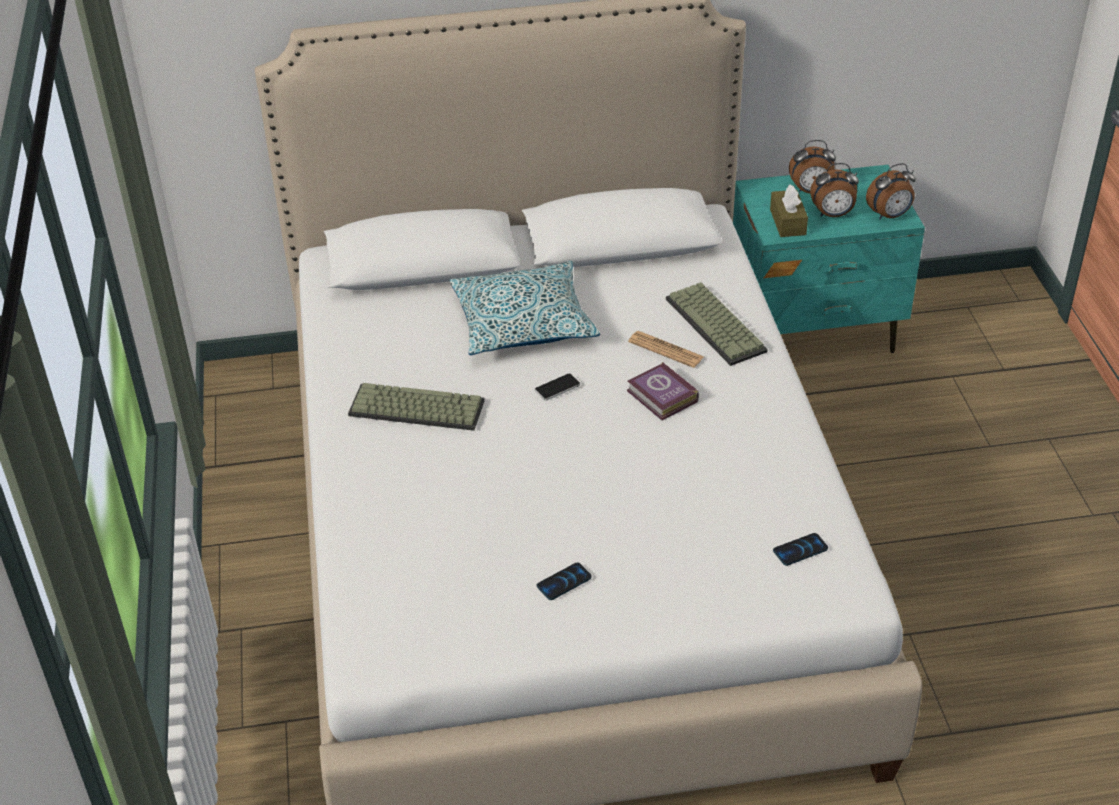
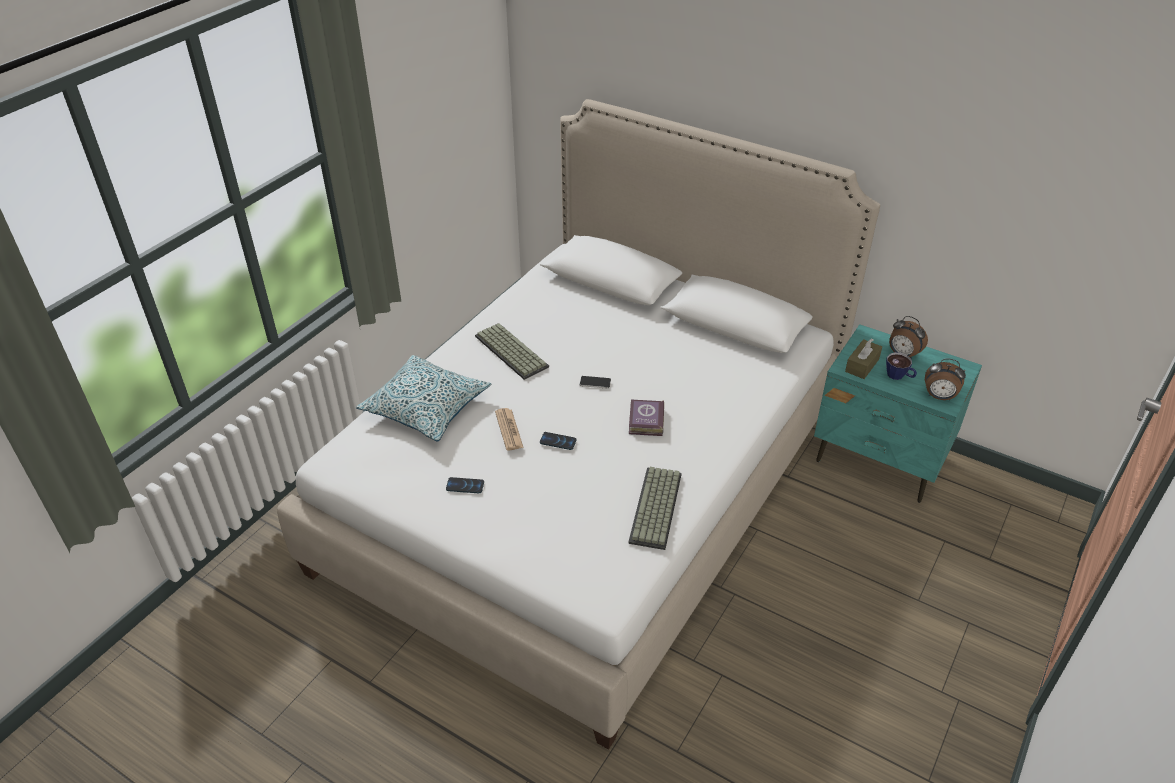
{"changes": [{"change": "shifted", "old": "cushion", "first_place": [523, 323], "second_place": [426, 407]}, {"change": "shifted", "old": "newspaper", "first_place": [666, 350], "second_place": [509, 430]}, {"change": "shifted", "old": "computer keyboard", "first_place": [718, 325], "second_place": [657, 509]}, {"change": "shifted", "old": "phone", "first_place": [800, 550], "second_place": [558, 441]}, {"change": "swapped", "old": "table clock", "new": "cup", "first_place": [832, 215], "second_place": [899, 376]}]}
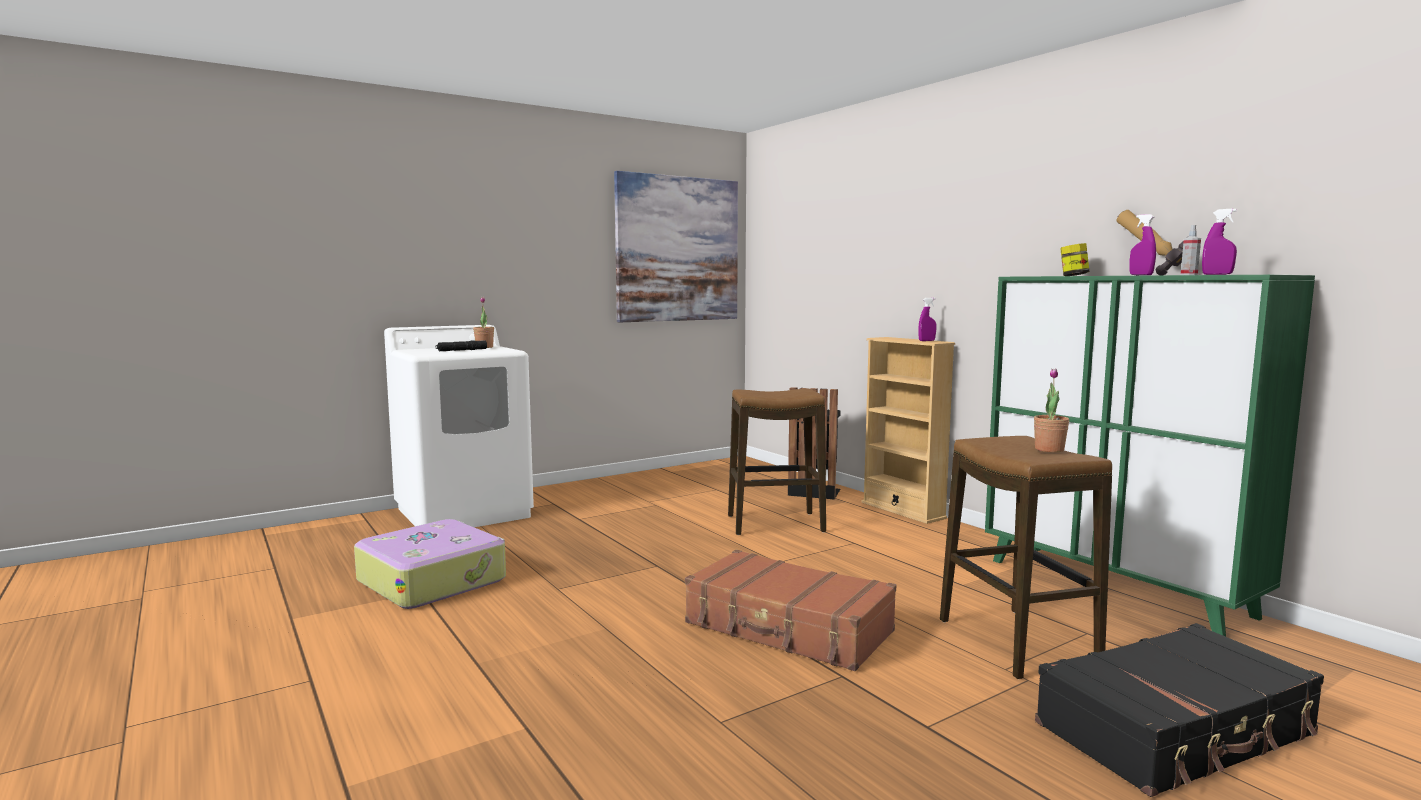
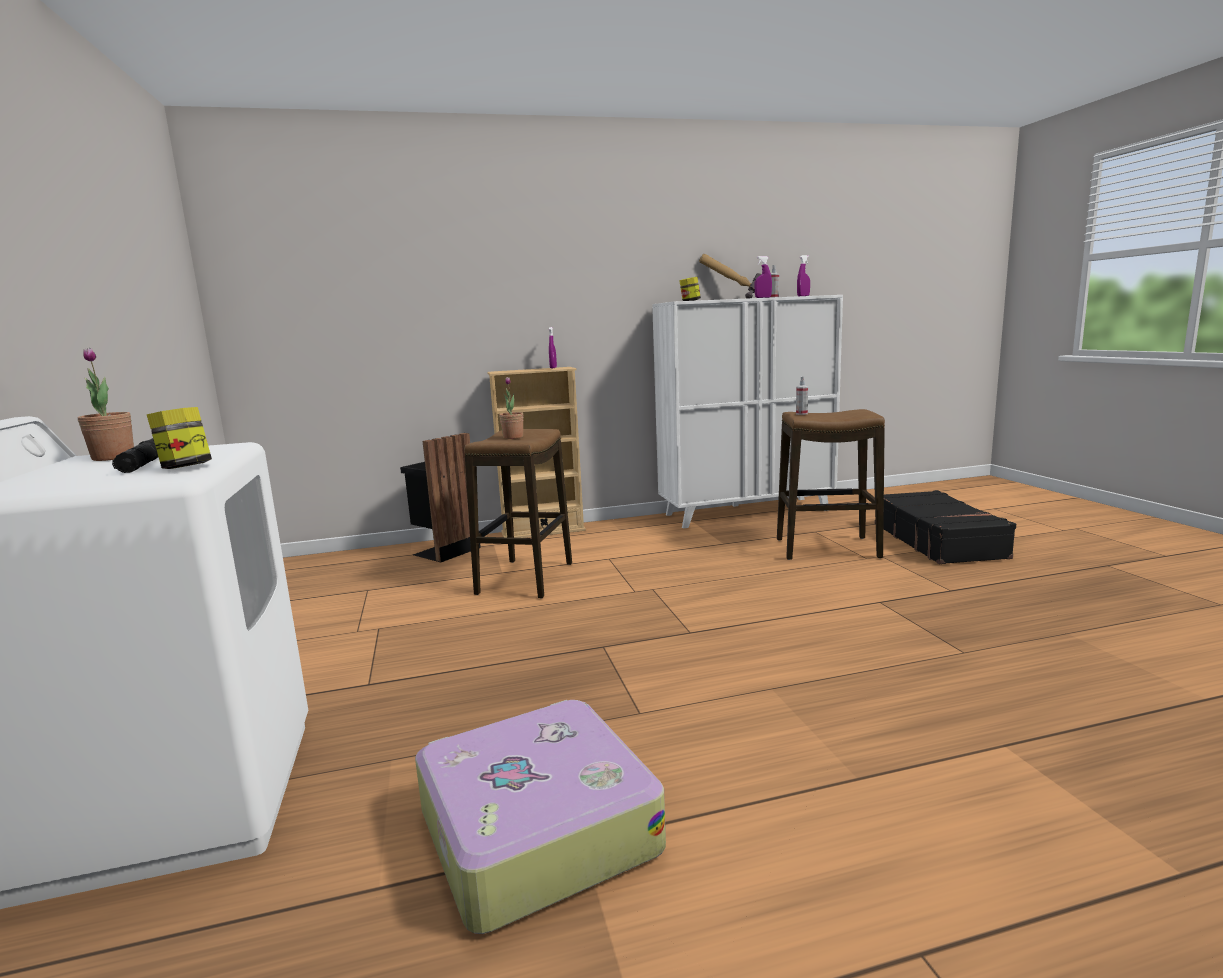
{"changes": [{"change": "gone", "old": "wall art", "first_place": [677, 249]}, {"change": "gone", "old": "brown-coloured travel case", "first_place": [788, 628]}, {"change": "new", "new": "preserve jar", "second_place": [186, 468]}, {"change": "new", "new": "sprayer", "second_place": [801, 414]}, {"change": "shifted", "old": "houseplant", "first_place": [1049, 449], "second_place": [513, 437]}, {"change": "repainted", "old": "greenish cabinet", "new": "whitish cabinet", "first_place": [1116, 587], "second_place": [747, 512]}]}
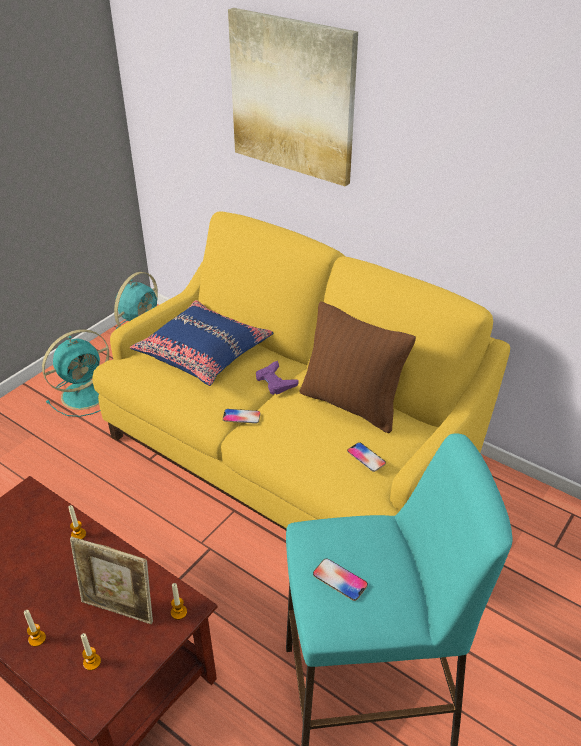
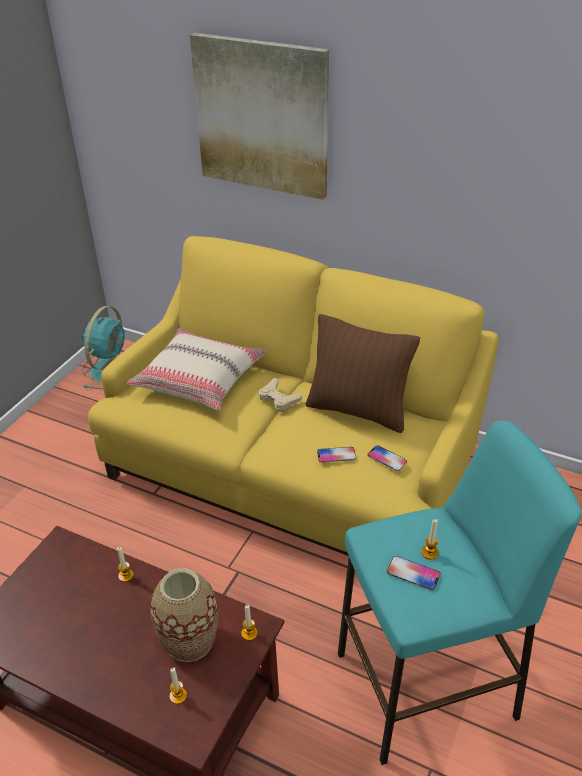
{"changes": [{"change": "gone", "old": "turquoise electric fan", "first_place": [86, 393]}, {"change": "shifted", "old": "wax light", "first_place": [37, 639], "second_place": [429, 552]}, {"change": "shifted", "old": "phone", "first_place": [241, 416], "second_place": [336, 455]}, {"change": "swapped", "old": "photo frame", "new": "decorative vase", "first_place": [119, 609], "second_place": [190, 640]}, {"change": "repainted", "old": "blue-coloured cushion", "new": "beige cushion", "first_place": [204, 353], "second_place": [199, 379]}, {"change": "repainted", "old": "purple-coloured game controller", "new": "beige game controller", "first_place": [275, 382], "second_place": [278, 398]}]}
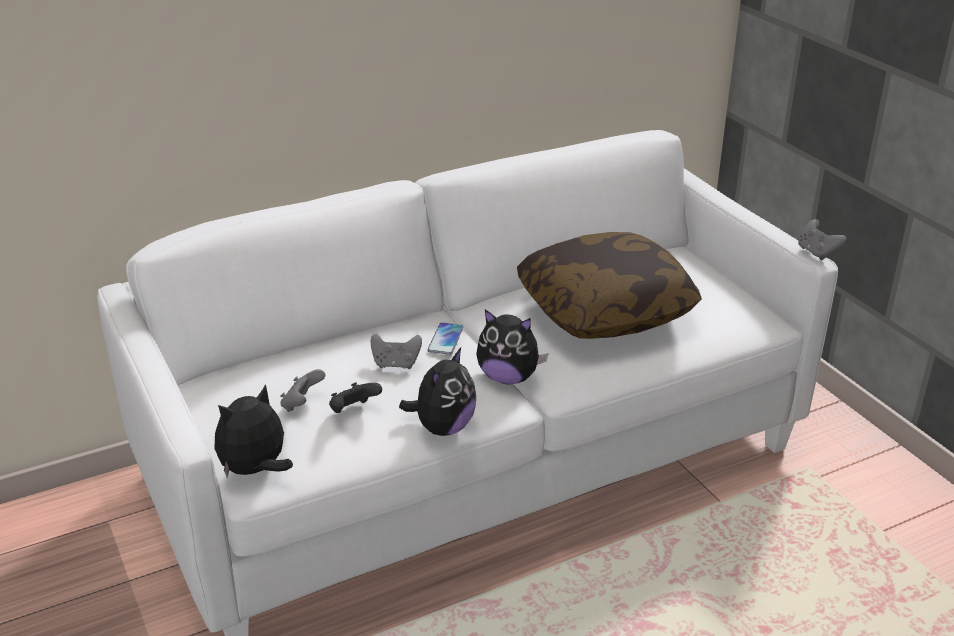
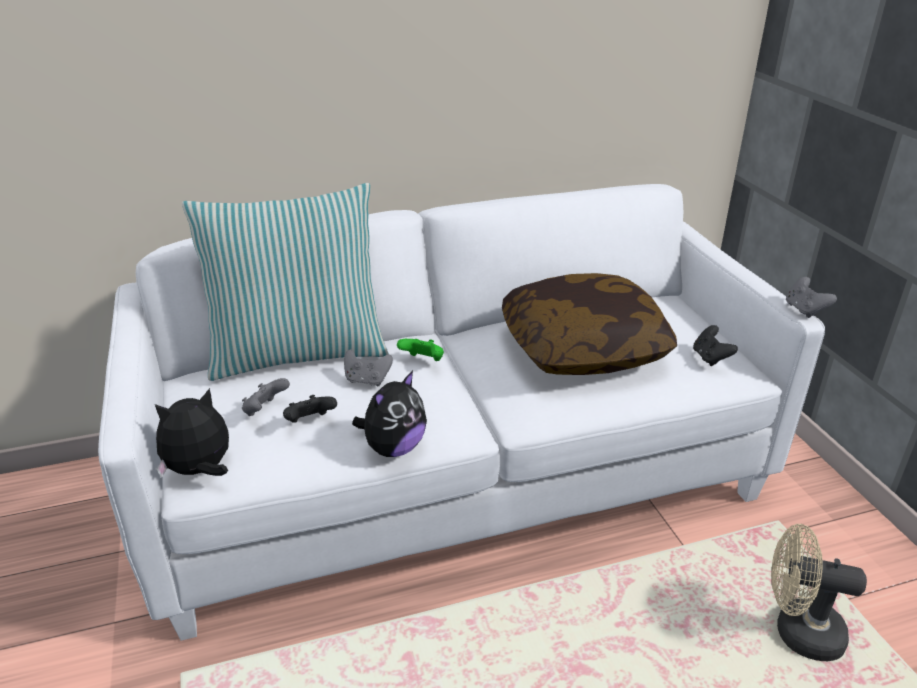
{"changes": [{"change": "gone", "old": "cuddly toy", "first_place": [508, 378]}, {"change": "new", "new": "cushion", "second_place": [298, 352]}, {"change": "new", "new": "blackish game controller", "second_place": [710, 358]}, {"change": "new", "new": "beige electric fan", "second_place": [797, 632]}, {"change": "swapped", "old": "phone", "new": "greenish game controller", "first_place": [445, 339], "second_place": [423, 361]}]}
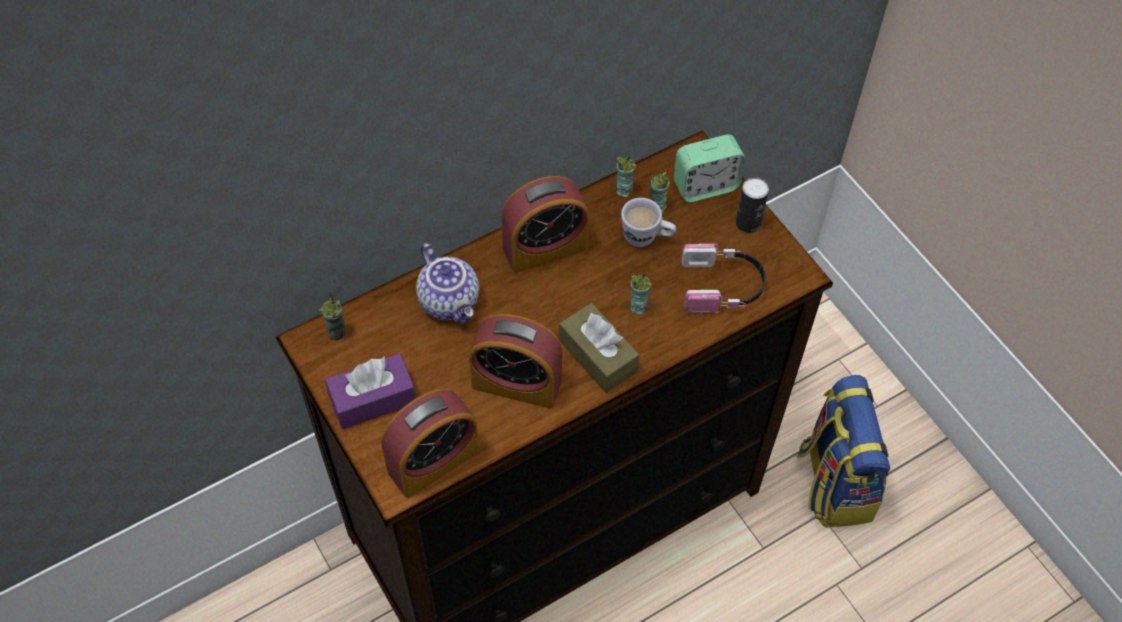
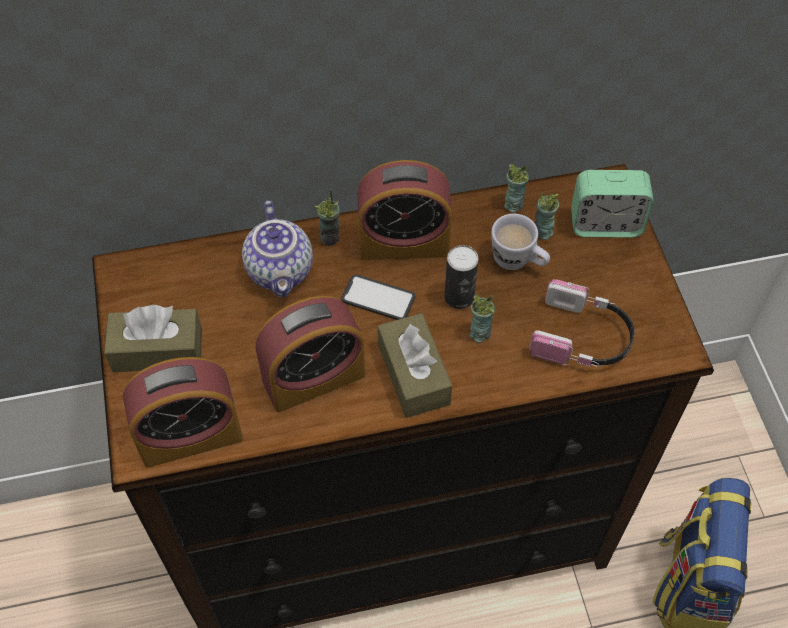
{"changes": [{"change": "new", "new": "phone", "second_place": [378, 298]}, {"change": "shifted", "old": "cup", "first_place": [337, 332], "second_place": [330, 237]}, {"change": "shifted", "old": "can", "first_place": [748, 223], "second_place": [459, 297]}, {"change": "repainted", "old": "purple-coloured box of tissues", "new": "brown-coloured box of tissues", "first_place": [373, 399], "second_place": [157, 350]}, {"change": "rotated", "old": "table clock", "first_place": [516, 383], "second_place": [313, 378], "degrees": -60}]}
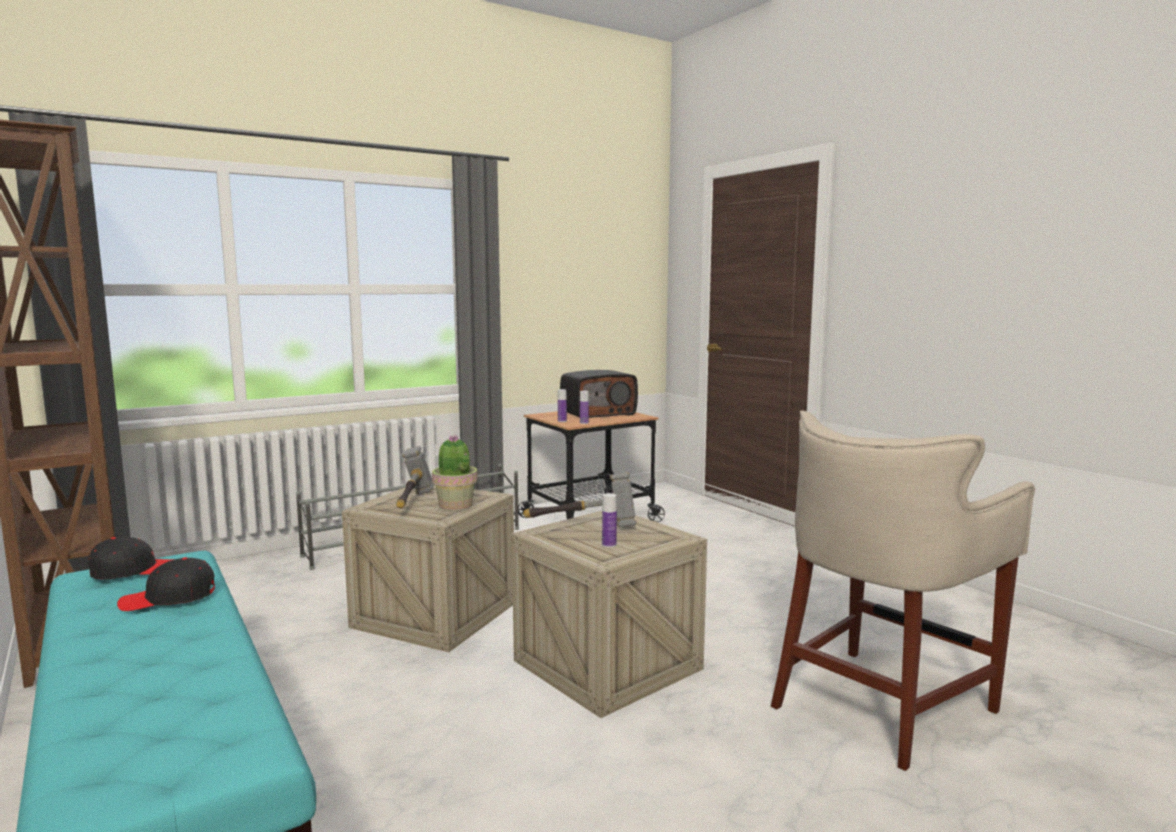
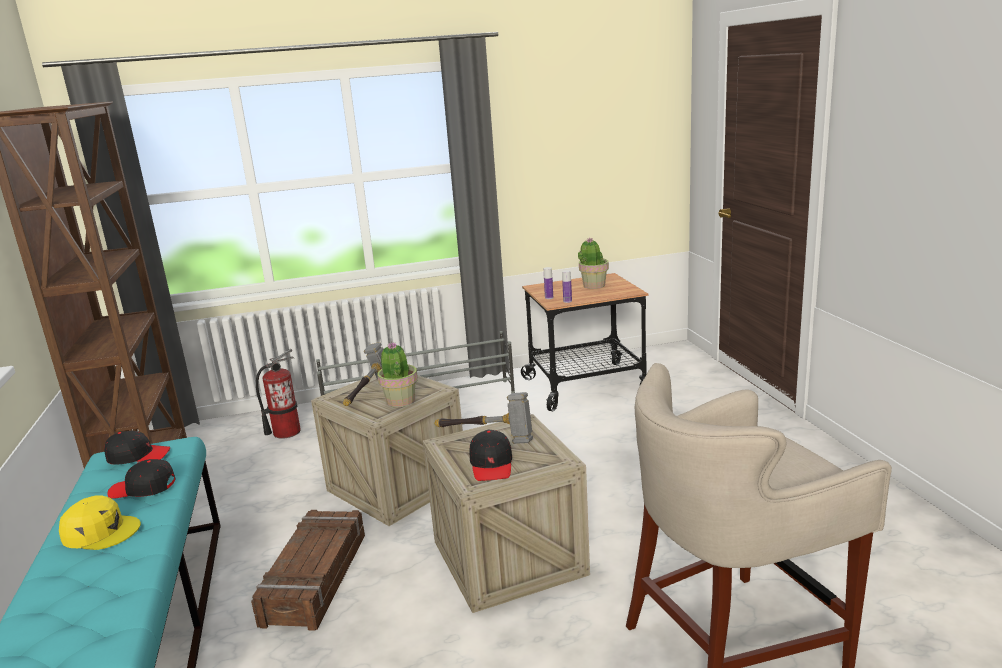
{"changes": [{"change": "new", "new": "yellow-coloured baseball cap", "second_place": [101, 532]}, {"change": "new", "new": "crate", "second_place": [316, 578]}, {"change": "new", "new": "extinguisher", "second_place": [286, 432]}, {"change": "swapped", "old": "radio receiver", "new": "houseplant", "first_place": [598, 413], "second_place": [593, 285]}, {"change": "swapped", "old": "drink bottle", "new": "blackish baseball cap", "first_place": [609, 545], "second_place": [491, 464]}]}
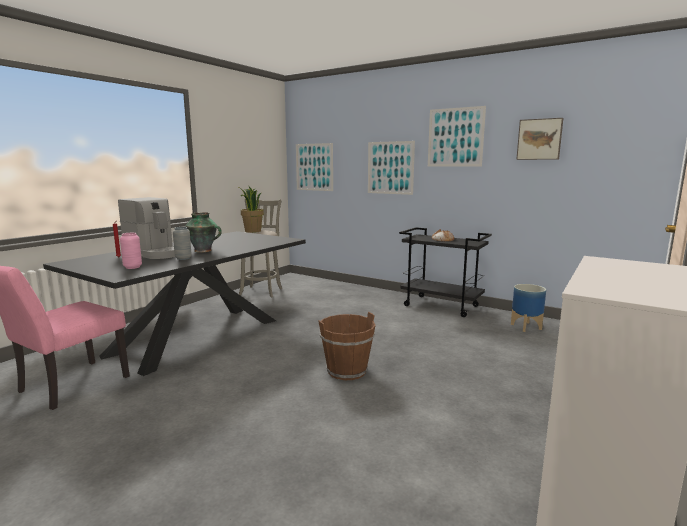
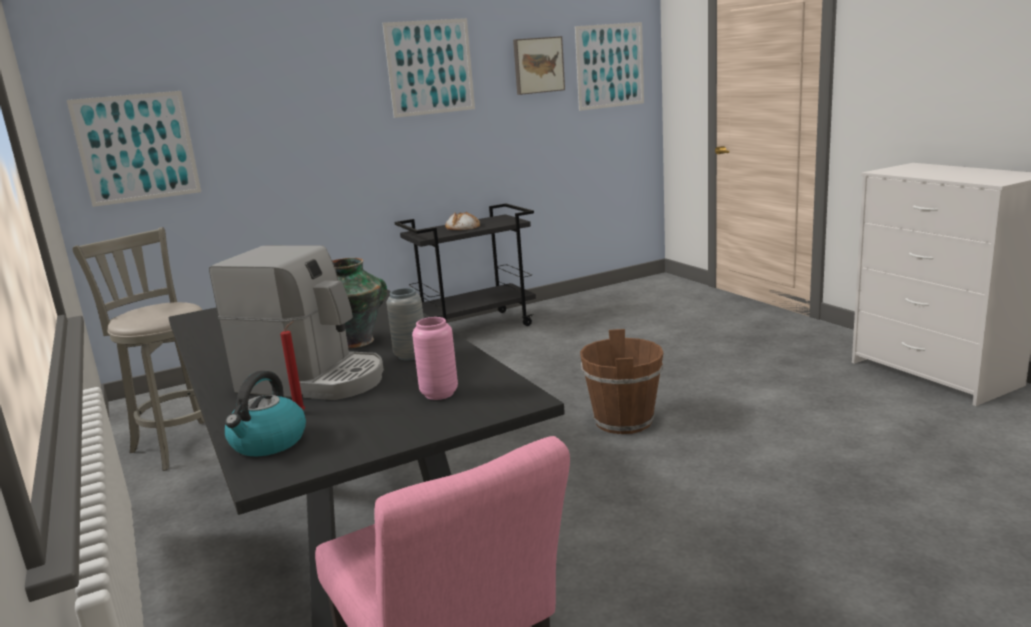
{"changes": [{"change": "gone", "old": "houseplant", "first_place": [252, 231]}, {"change": "gone", "old": "plant pot", "first_place": [526, 327]}, {"change": "new", "new": "tea kettle", "second_place": [268, 443]}, {"change": "shifted", "old": "wall art", "first_place": [390, 168], "second_place": [610, 66]}, {"change": "rotated", "old": "coffee machine", "first_place": [155, 253], "second_place": [314, 380], "degrees": 45}]}
